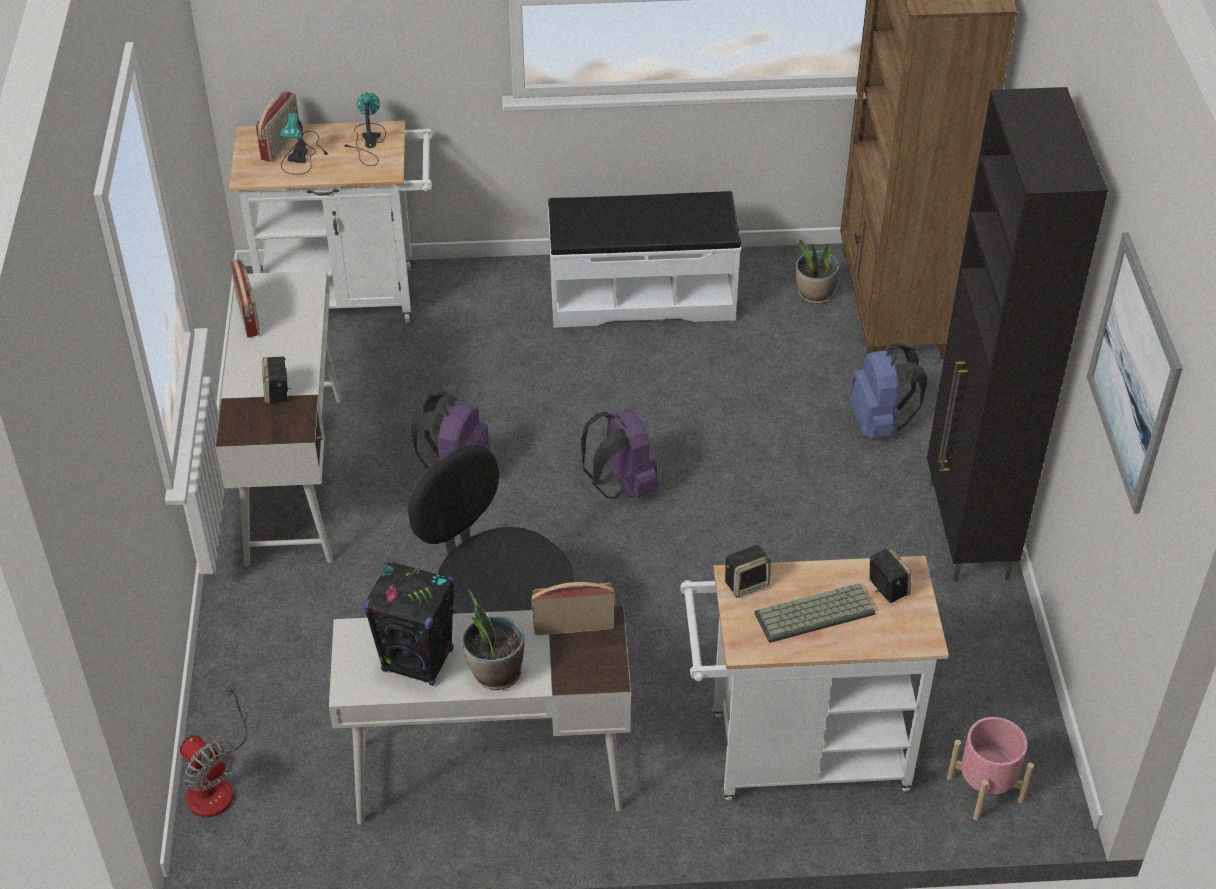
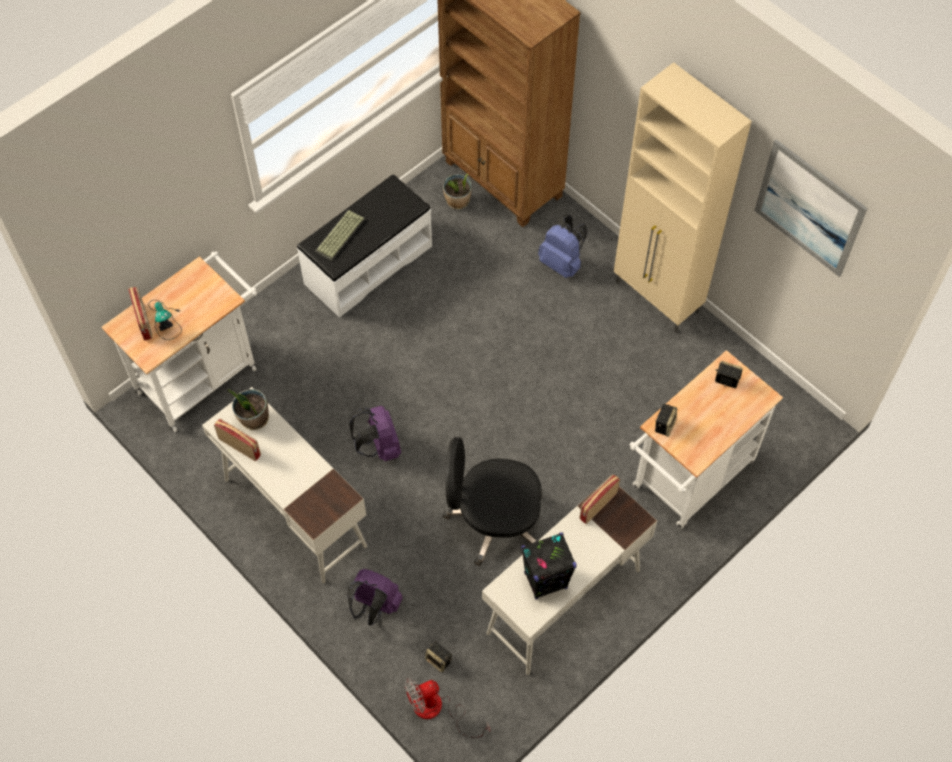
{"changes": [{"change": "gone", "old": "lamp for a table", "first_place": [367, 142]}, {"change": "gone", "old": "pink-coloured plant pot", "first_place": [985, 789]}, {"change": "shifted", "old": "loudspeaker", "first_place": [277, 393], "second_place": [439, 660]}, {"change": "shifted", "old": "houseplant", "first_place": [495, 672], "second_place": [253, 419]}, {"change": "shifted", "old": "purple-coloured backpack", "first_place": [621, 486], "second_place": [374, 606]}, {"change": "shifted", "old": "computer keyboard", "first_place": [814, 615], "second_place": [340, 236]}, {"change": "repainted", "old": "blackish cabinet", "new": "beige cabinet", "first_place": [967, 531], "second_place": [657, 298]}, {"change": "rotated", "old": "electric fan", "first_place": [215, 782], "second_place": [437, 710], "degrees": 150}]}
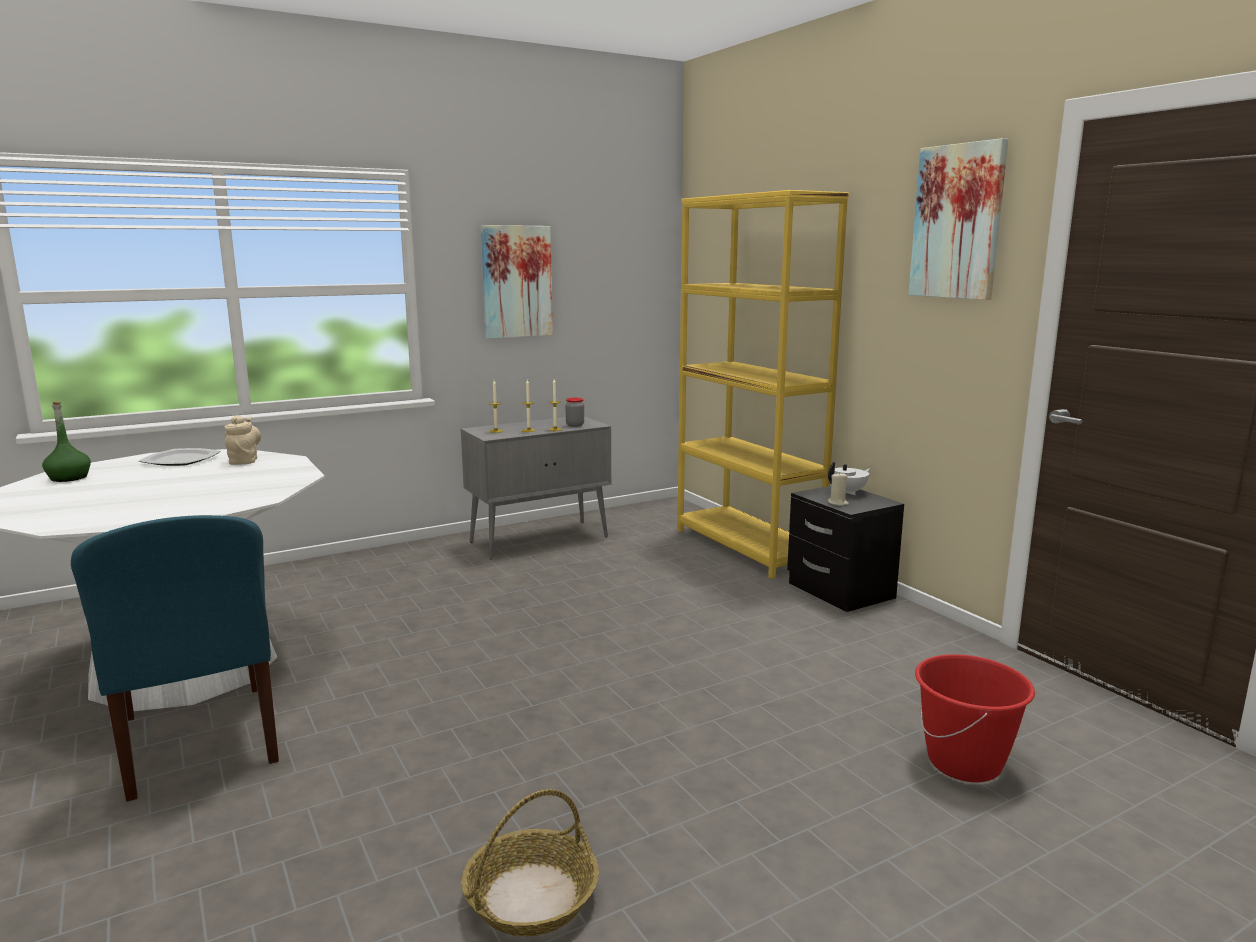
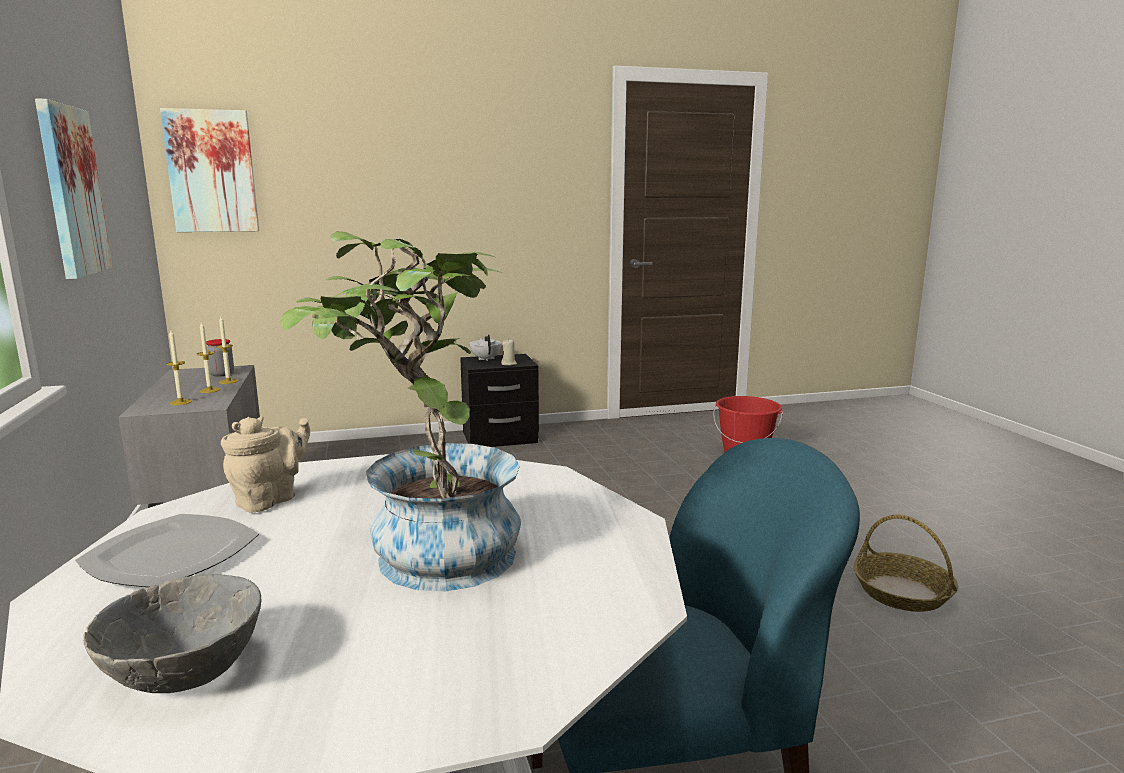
{"changes": [{"change": "gone", "old": "yellow-coloured bookshelf", "first_place": [747, 547]}, {"change": "new", "new": "houseplant", "second_place": [425, 554]}, {"change": "shifted", "old": "wall art", "first_place": [958, 222], "second_place": [212, 171]}, {"change": "swapped", "old": "greenish drink bottle", "new": "greyish serving bowl", "first_place": [69, 478], "second_place": [186, 673]}, {"change": "rotated", "old": "beige teapot", "first_place": [244, 461], "second_place": [270, 499], "degrees": 120}]}
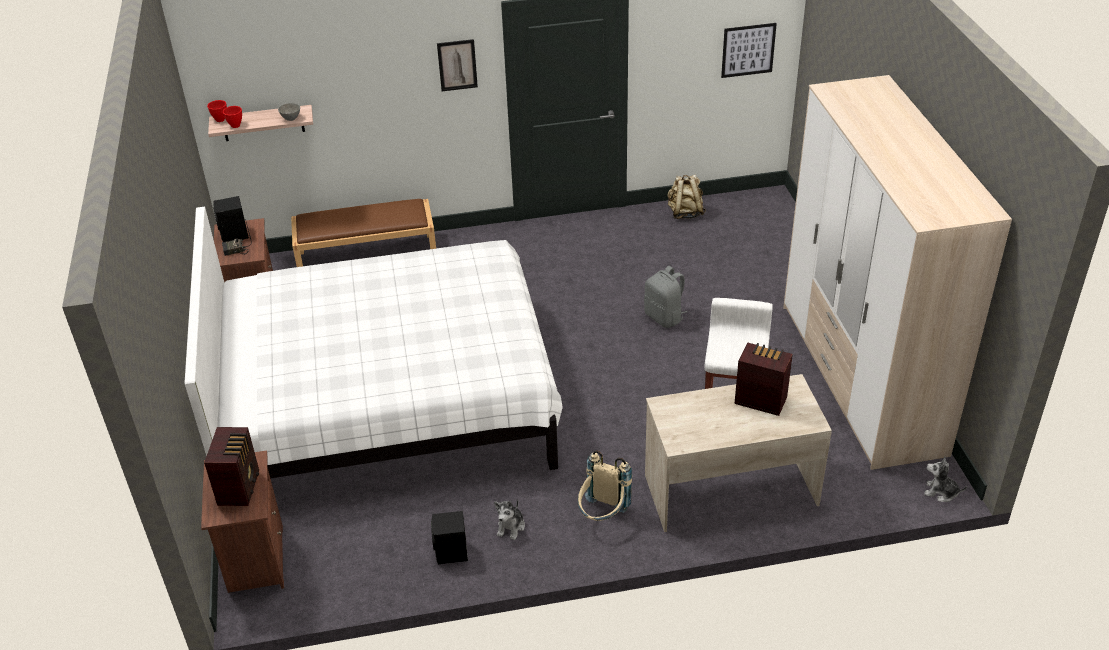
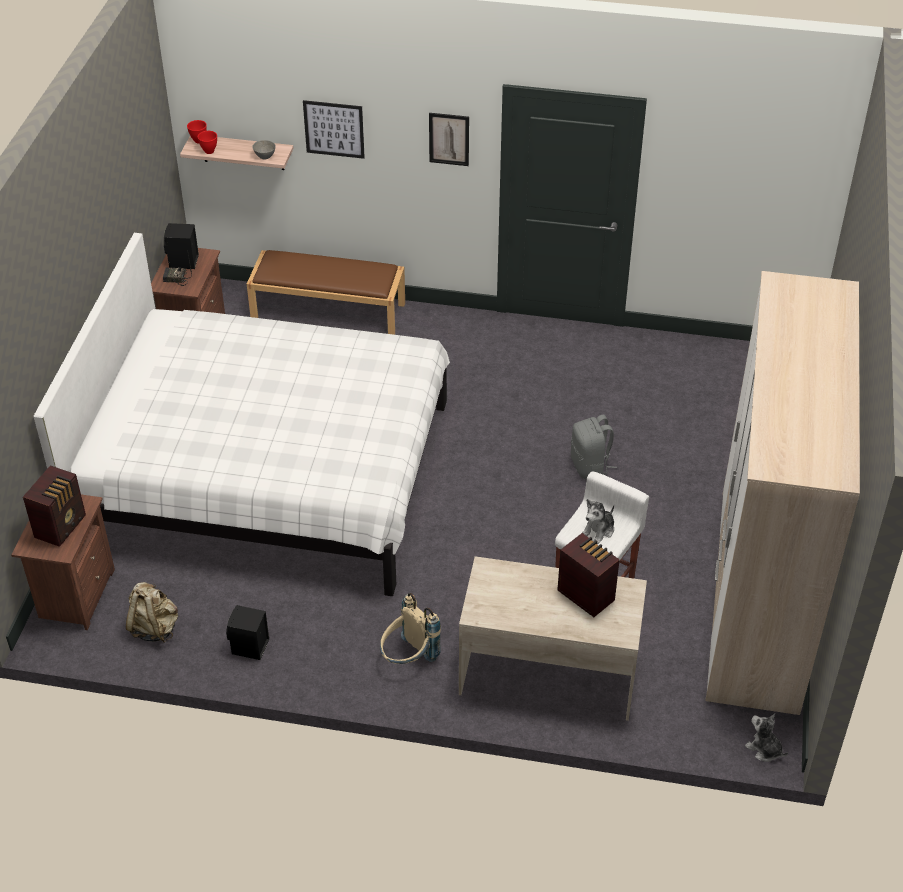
{"changes": [{"change": "shifted", "old": "cuddly toy", "first_place": [511, 527], "second_place": [599, 530]}, {"change": "shifted", "old": "beige backpack", "first_place": [685, 213], "second_place": [154, 628]}, {"change": "shifted", "old": "wall art", "first_place": [748, 50], "second_place": [334, 129]}]}
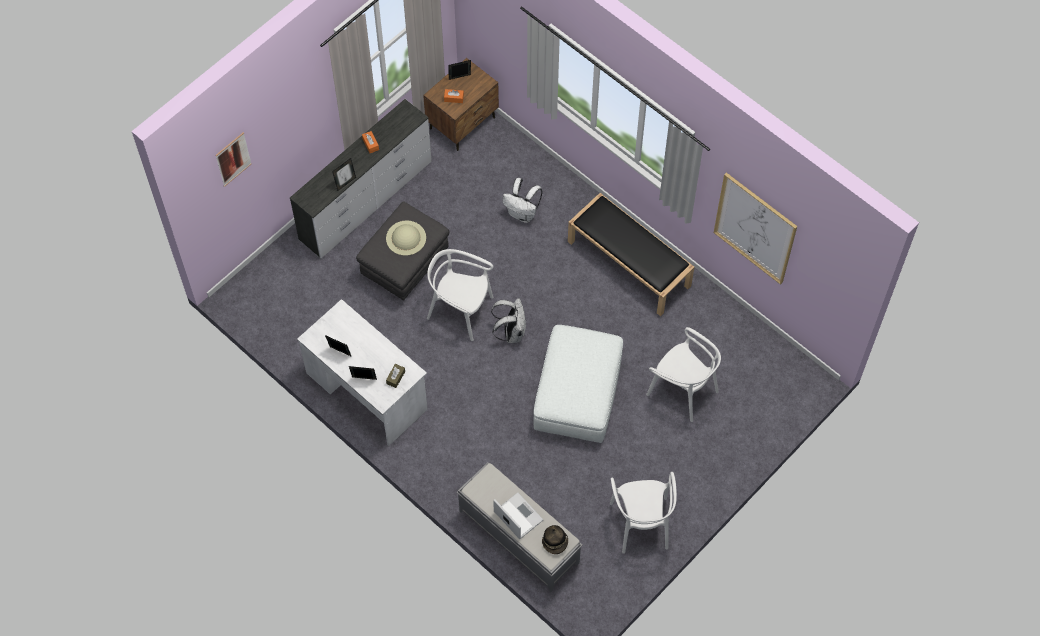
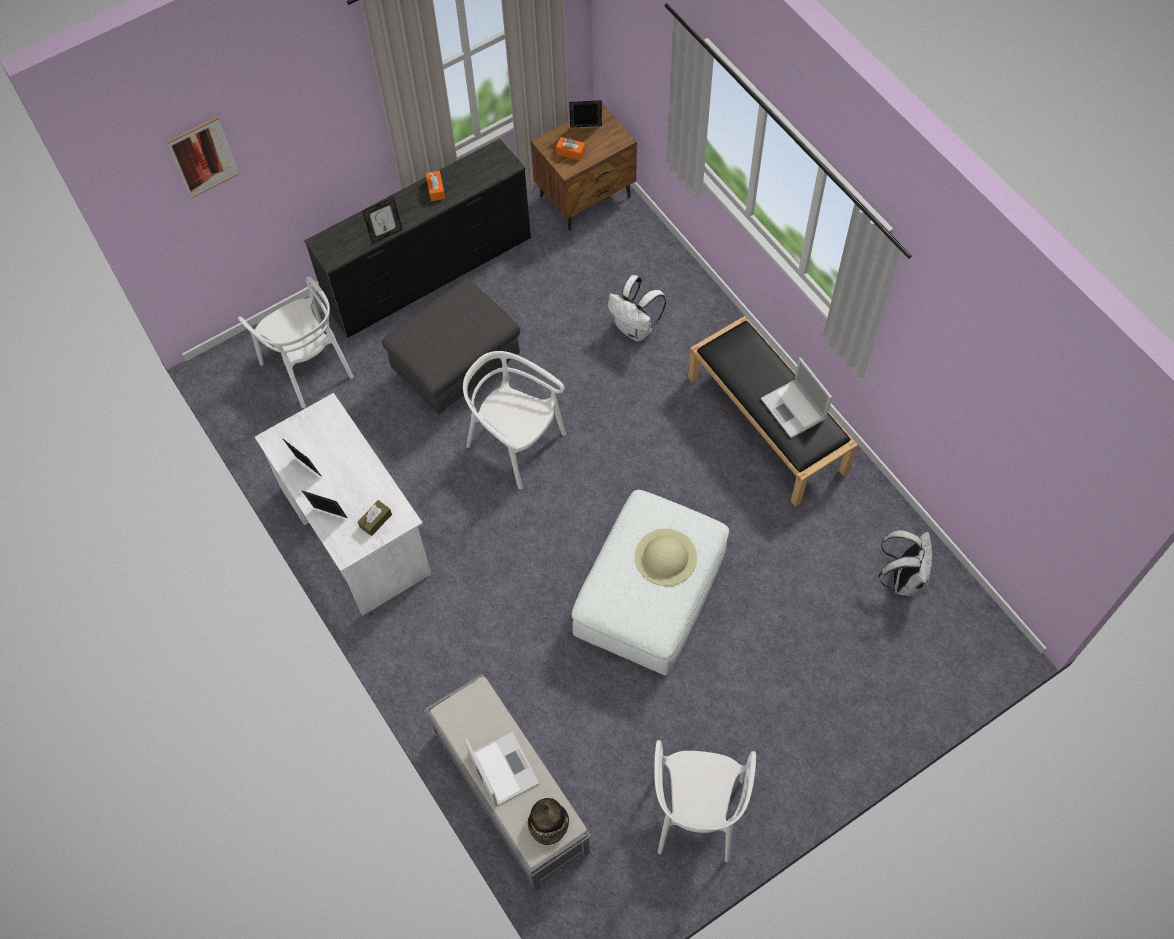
{"changes": [{"change": "gone", "old": "wall art", "first_place": [755, 228]}, {"change": "new", "new": "portable computer", "second_place": [794, 409]}, {"change": "shifted", "old": "beige hat", "first_place": [406, 238], "second_place": [666, 557]}, {"change": "shifted", "old": "whitish backpack", "first_place": [511, 332], "second_place": [902, 578]}, {"change": "shifted", "old": "whitish chair", "first_place": [683, 390], "second_place": [308, 367]}, {"change": "repainted", "old": "whitish chest of drawers", "new": "blackish chest of drawers", "first_place": [366, 200], "second_place": [430, 273]}]}
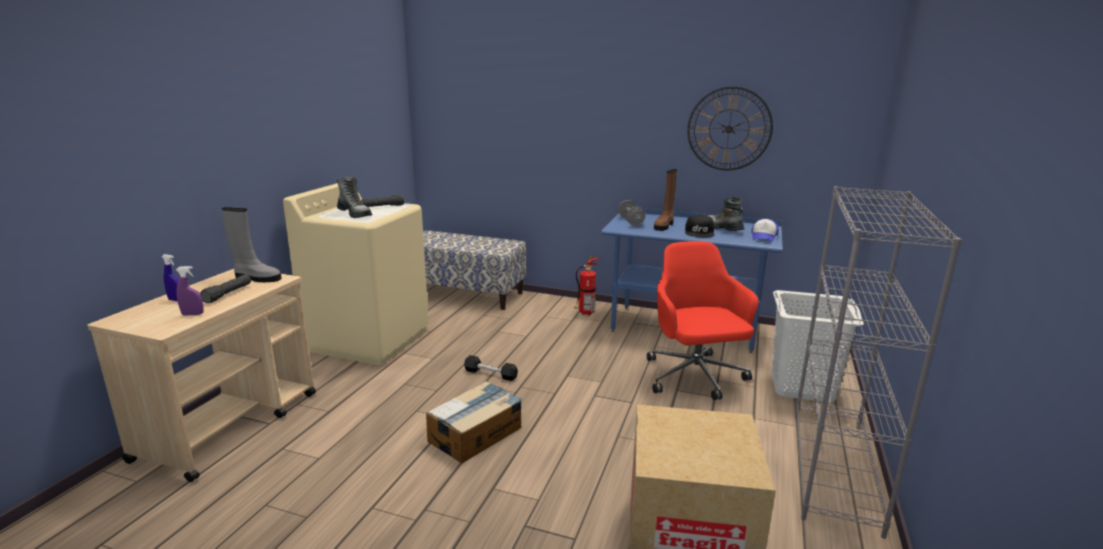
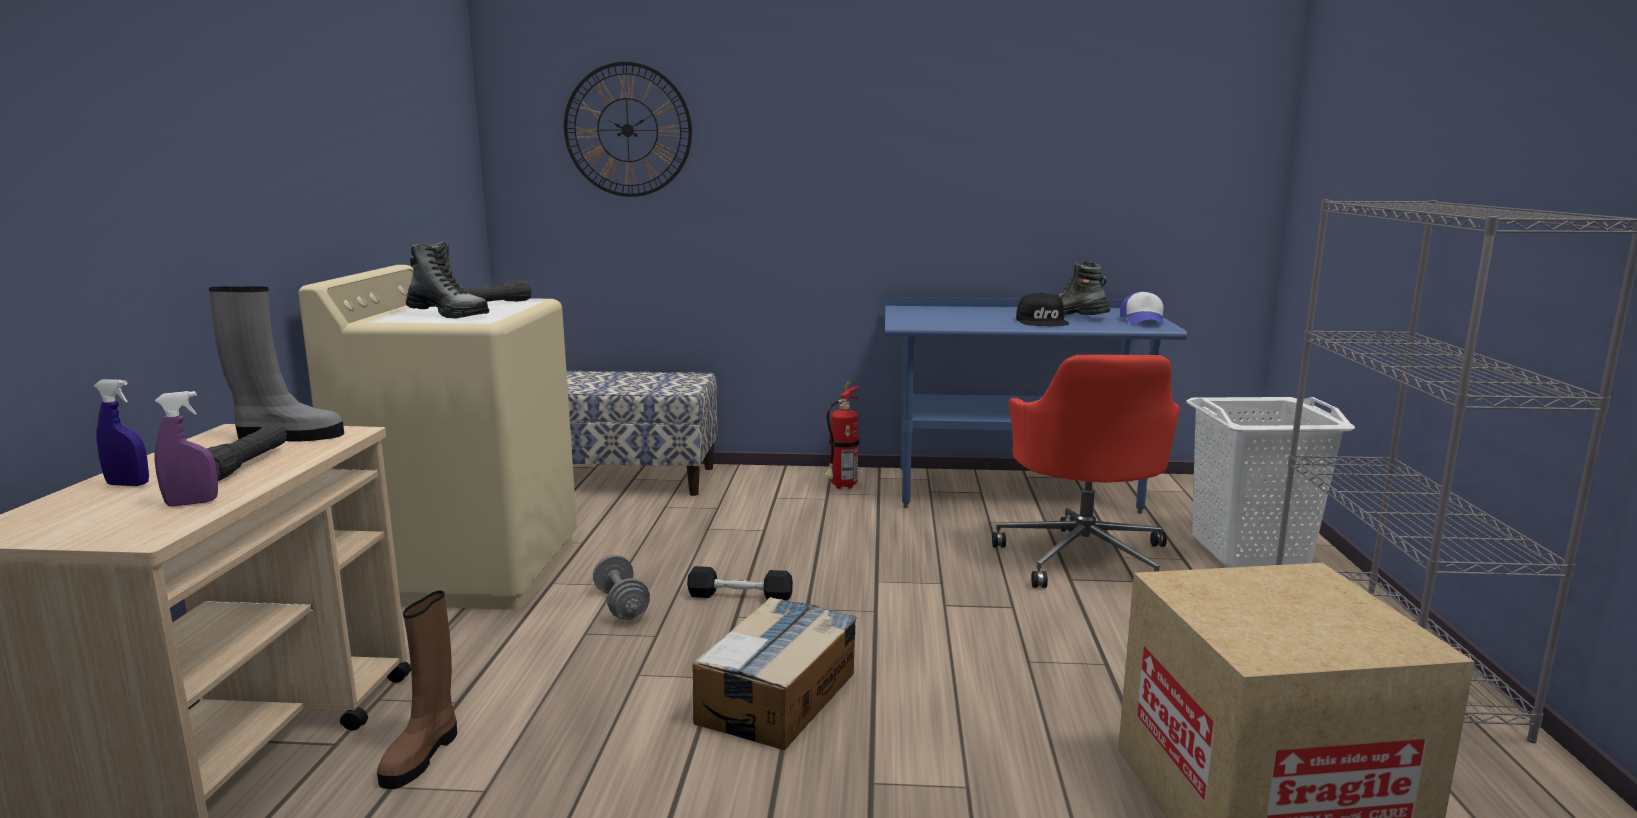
{"changes": [{"change": "shifted", "old": "greyish dumbbell", "first_place": [630, 221], "second_place": [621, 605]}, {"change": "shifted", "old": "brown-coloured tall boot", "first_place": [664, 226], "second_place": [422, 755]}, {"change": "shifted", "old": "hanging clock", "first_place": [729, 129], "second_place": [627, 130]}, {"change": "rotated", "old": "reddish office chair", "first_place": [695, 377], "second_place": [1084, 557], "degrees": -150}]}
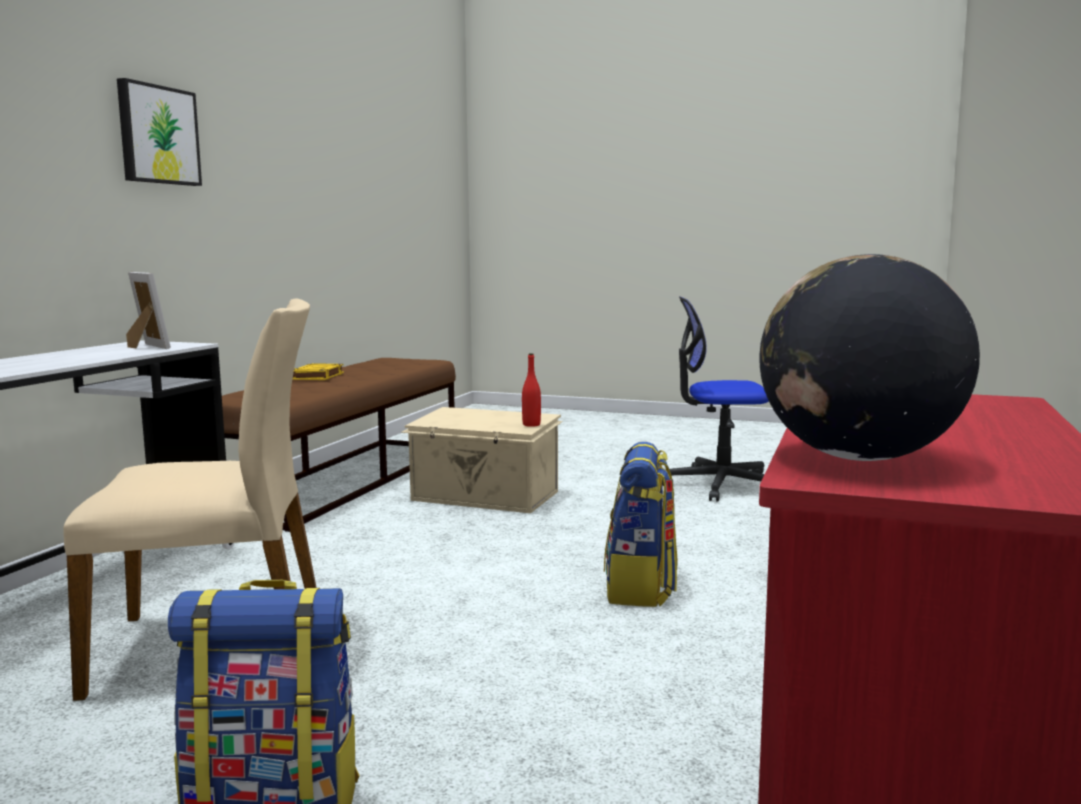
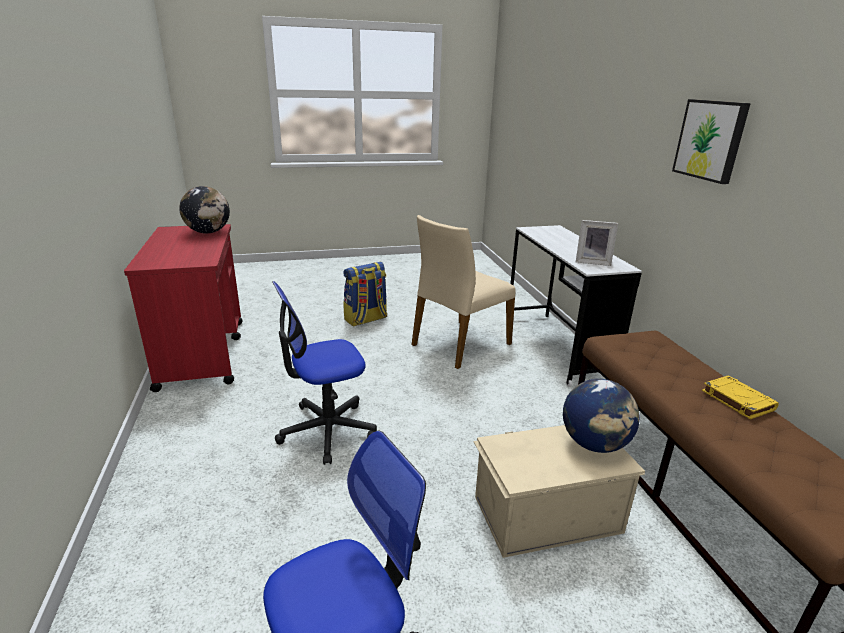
{"changes": [{"change": "gone", "old": "reddish drink bottle", "first_place": [531, 425]}, {"change": "new", "new": "desk globe", "second_place": [594, 444]}, {"change": "swapped", "old": "backpack", "new": "office chair", "first_place": [641, 588], "second_place": [327, 430]}]}
